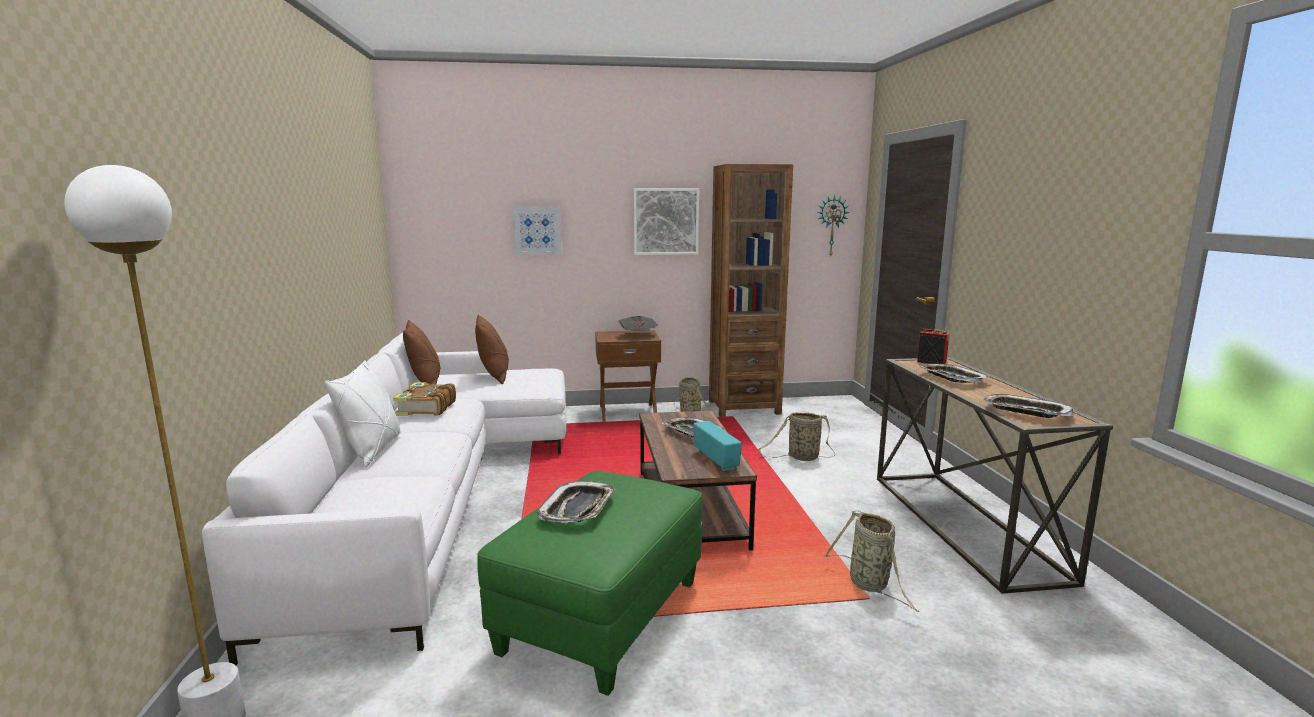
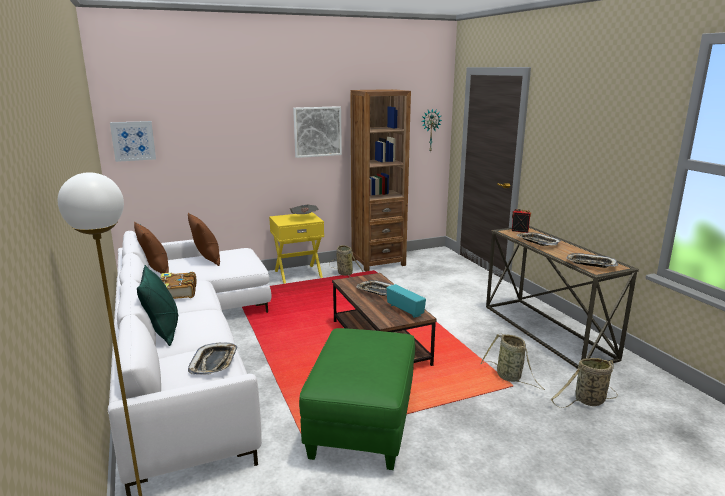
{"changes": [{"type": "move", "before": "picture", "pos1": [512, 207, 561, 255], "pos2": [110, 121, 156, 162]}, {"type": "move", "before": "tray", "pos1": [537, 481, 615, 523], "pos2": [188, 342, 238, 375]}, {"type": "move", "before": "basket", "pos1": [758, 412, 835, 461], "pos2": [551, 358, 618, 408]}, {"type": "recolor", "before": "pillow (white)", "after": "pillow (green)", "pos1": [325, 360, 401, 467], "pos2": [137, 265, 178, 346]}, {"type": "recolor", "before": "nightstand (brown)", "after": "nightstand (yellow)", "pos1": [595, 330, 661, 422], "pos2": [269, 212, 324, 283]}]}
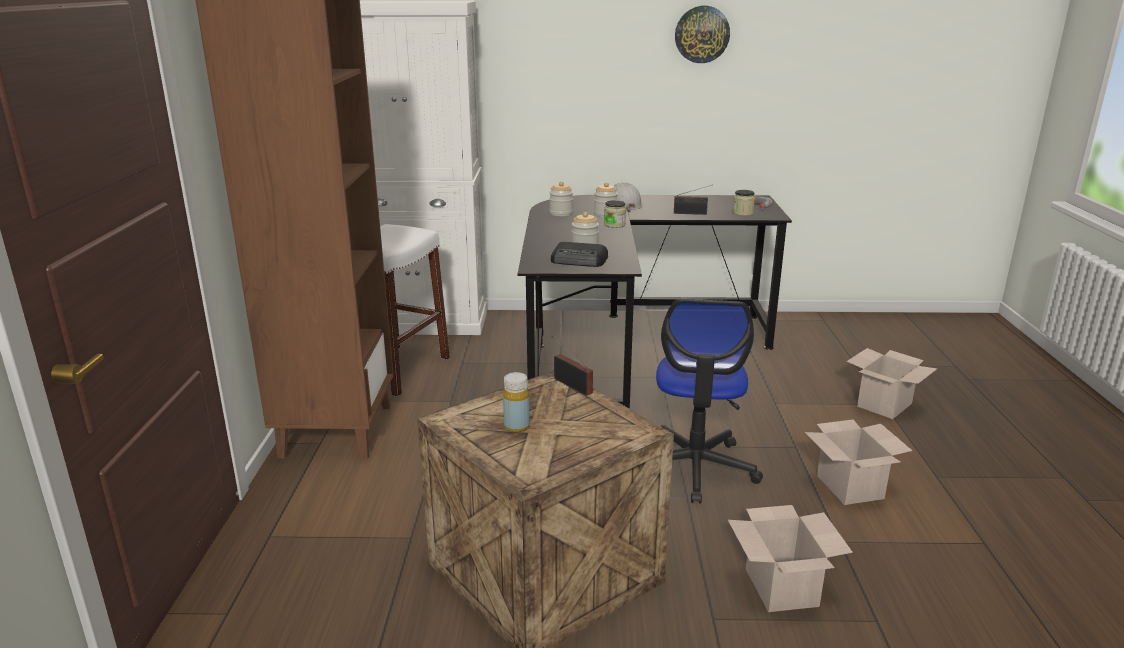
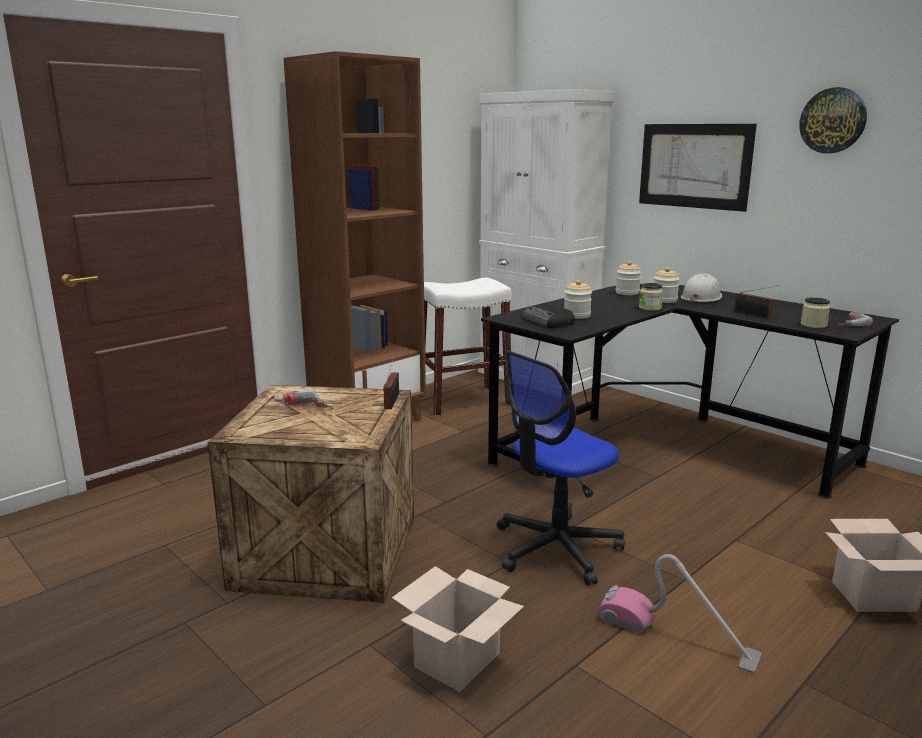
{"changes": [{"type": "insert", "after": "picture", "pos2": [639, 124, 757, 212]}, {"type": "replace", "before": "bottle (yellow)", "after": "power drill", "pos1": [503, 372, 530, 432], "pos2": [274, 390, 333, 409]}, {"type": "replace", "before": "cardboard box", "after": "vacuum cleaner", "pos1": [805, 419, 912, 505], "pos2": [599, 554, 762, 674]}]}
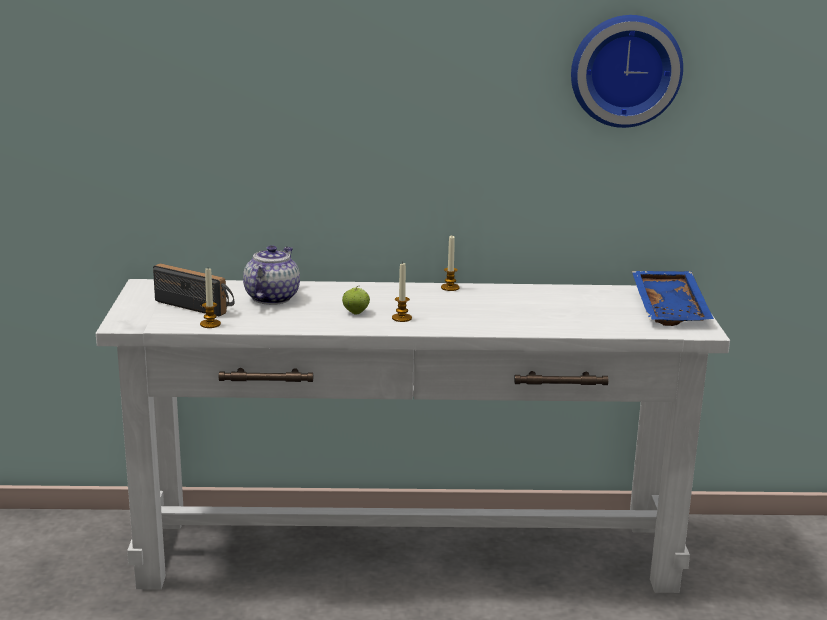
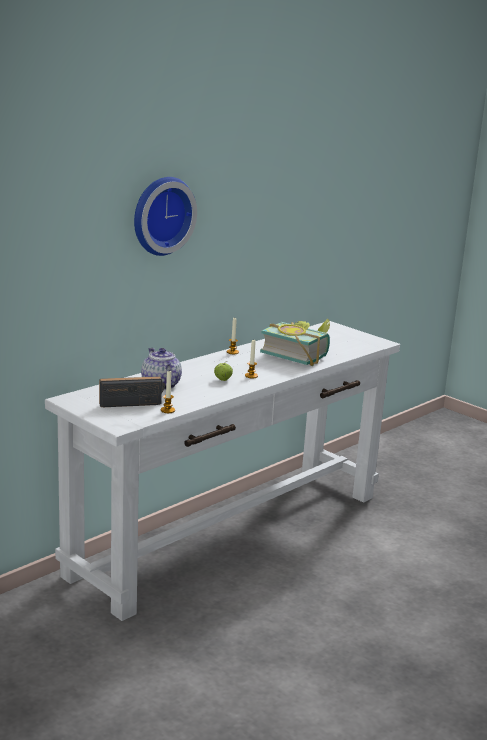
{"changes": [{"type": "delete", "before": "tray (blue)", "pos1": [632, 271, 714, 326]}, {"type": "insert", "after": "book", "pos2": [260, 319, 330, 366]}, {"type": "move", "before": "wall clock", "pos1": [571, 15, 683, 128], "pos2": [134, 177, 197, 256]}]}
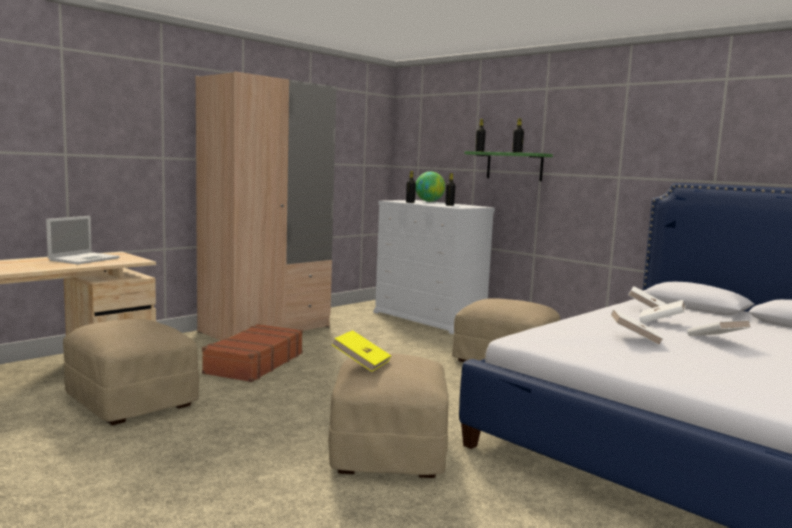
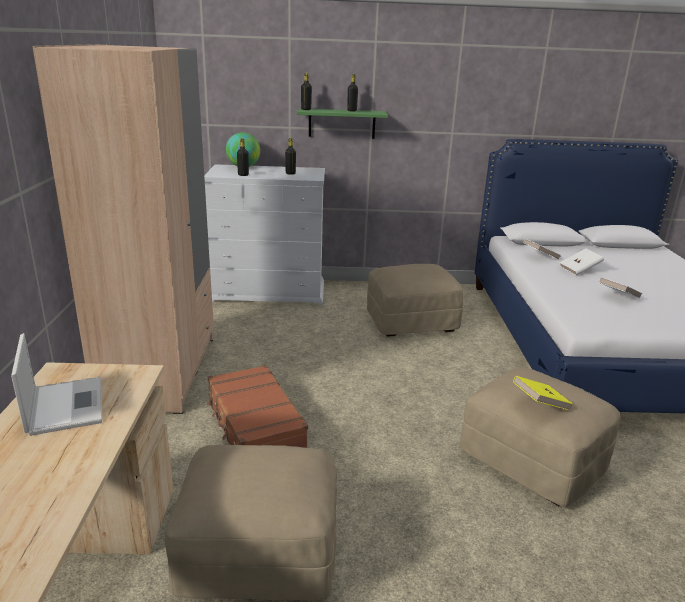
{"changes": [{"type": "delete", "before": "book (white)", "pos1": [687, 320, 751, 336]}]}
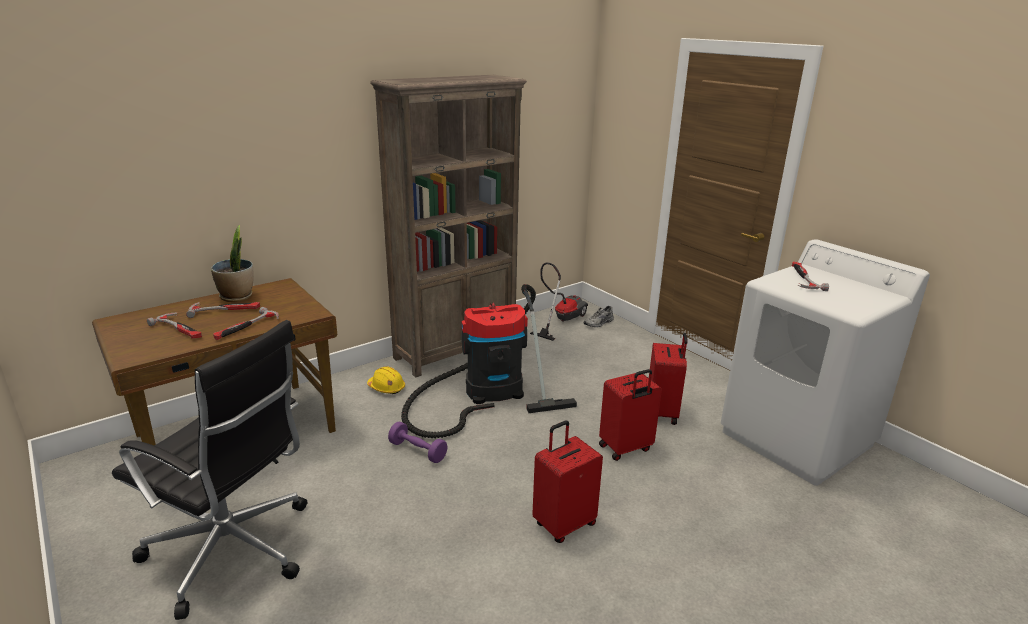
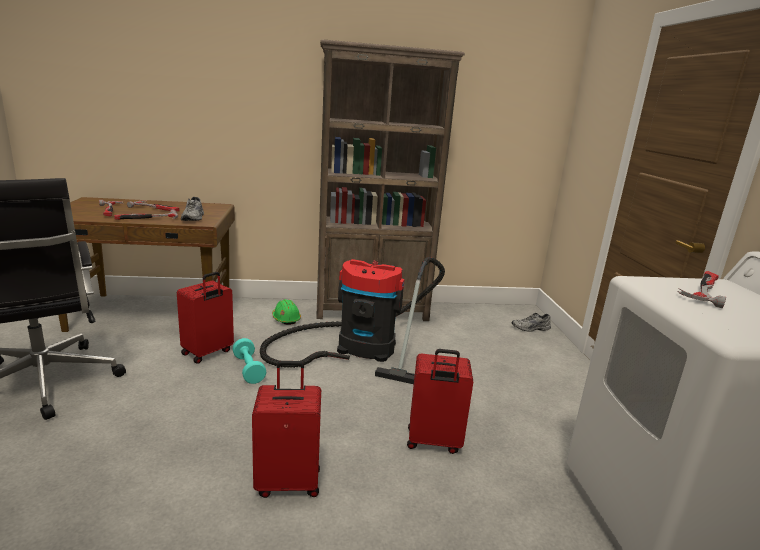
{"changes": [{"type": "delete", "before": "potted plant", "pos1": [211, 225, 254, 302]}, {"type": "delete", "before": "vacuum cleaner", "pos1": [530, 262, 588, 341]}, {"type": "insert", "after": "shoe (grey)", "pos2": [181, 197, 204, 221]}, {"type": "move", "before": "suitcase (red)", "pos1": [650, 333, 688, 425], "pos2": [177, 272, 234, 364]}, {"type": "recolor", "before": "hard hat (yellow)", "after": "hard hat (green)", "pos1": [367, 366, 405, 394], "pos2": [272, 299, 301, 325]}, {"type": "recolor", "before": "dumbbell (purple)", "after": "dumbbell (turquoise)", "pos1": [388, 421, 447, 463], "pos2": [232, 338, 266, 384]}]}
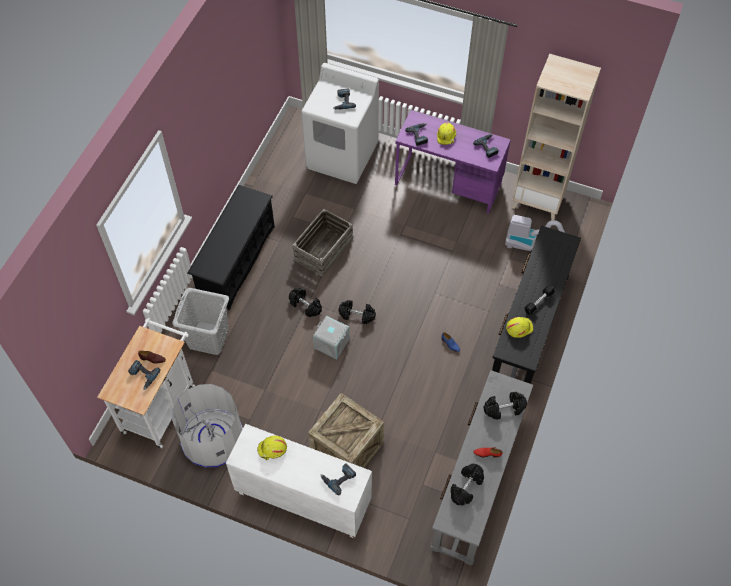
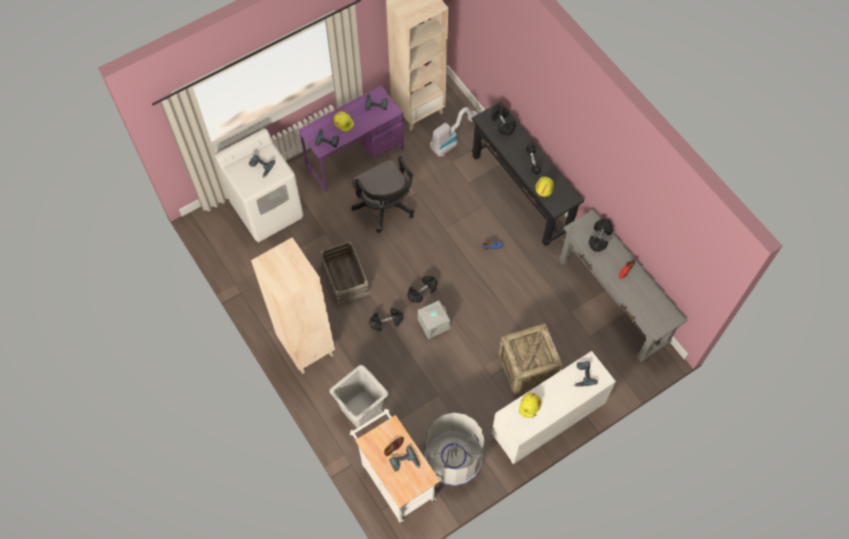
{"changes": [{"type": "insert", "after": "office chair (black)", "pos2": [351, 156, 414, 233]}, {"type": "move", "before": "dumbbell (black)", "pos1": [451, 464, 484, 506], "pos2": [491, 105, 516, 136]}, {"type": "replace", "before": "shoe rack (black)", "after": "bookcase (beige)", "pos1": [187, 185, 275, 310], "pos2": [251, 237, 335, 374]}]}
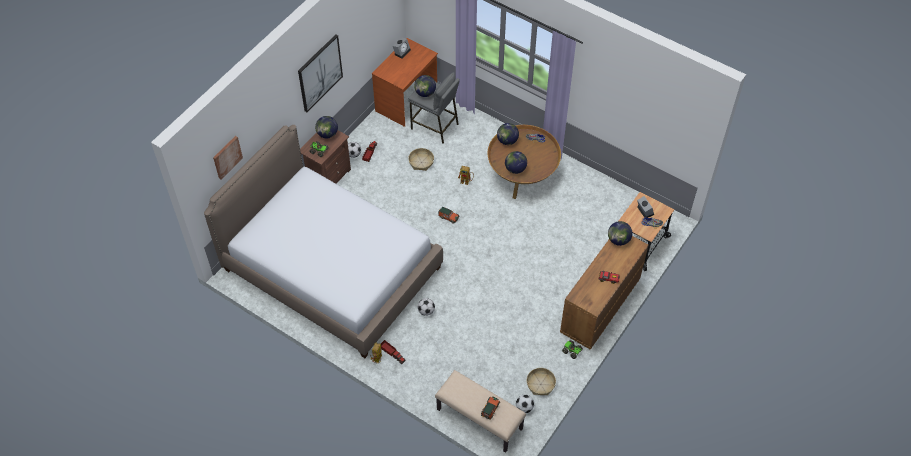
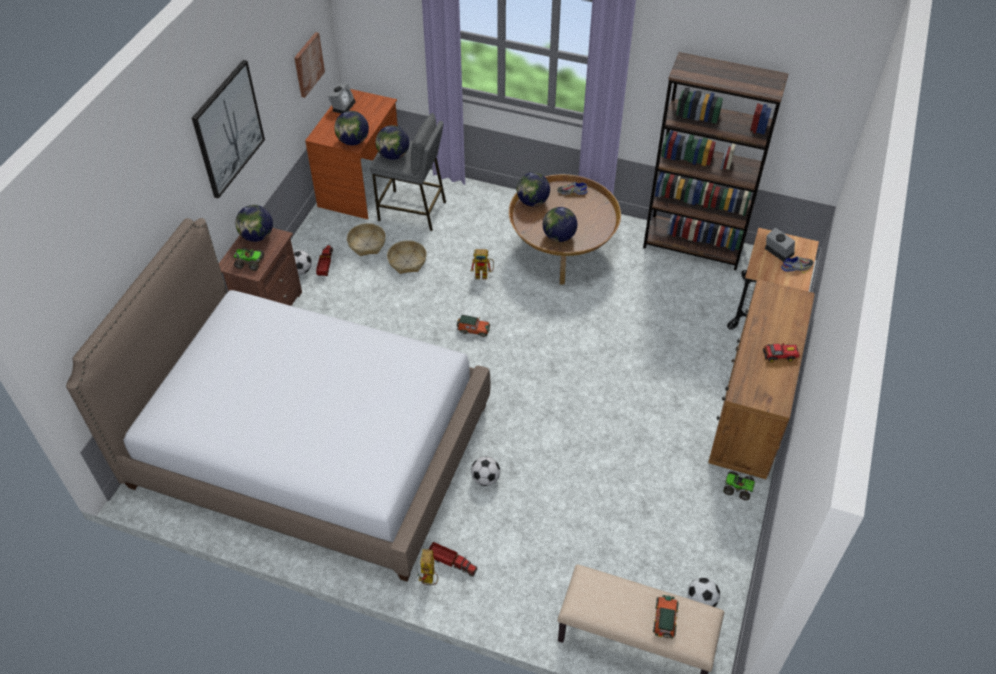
{"changes": [{"type": "insert", "after": "bookcase (brown)", "pos2": [643, 52, 788, 270]}, {"type": "move", "before": "picture", "pos1": [213, 136, 243, 179], "pos2": [294, 32, 325, 98]}, {"type": "move", "before": "basket", "pos1": [526, 368, 556, 395], "pos2": [347, 223, 386, 256]}, {"type": "move", "before": "globe", "pos1": [608, 221, 633, 246], "pos2": [334, 111, 369, 145]}]}
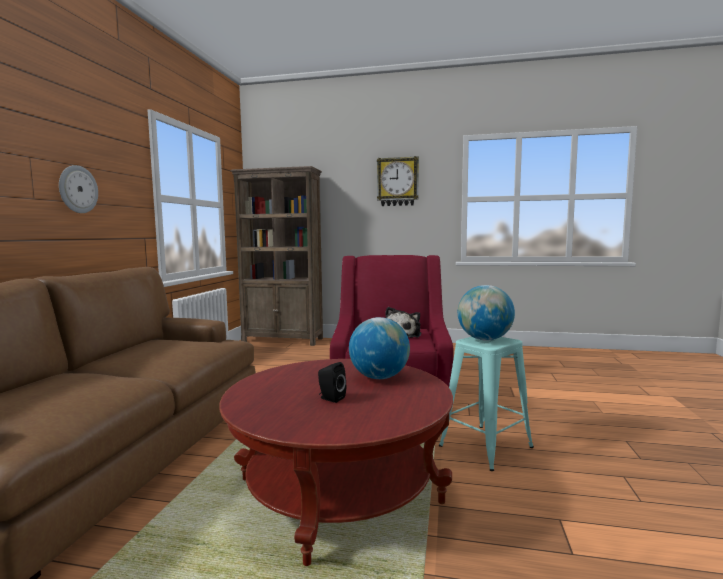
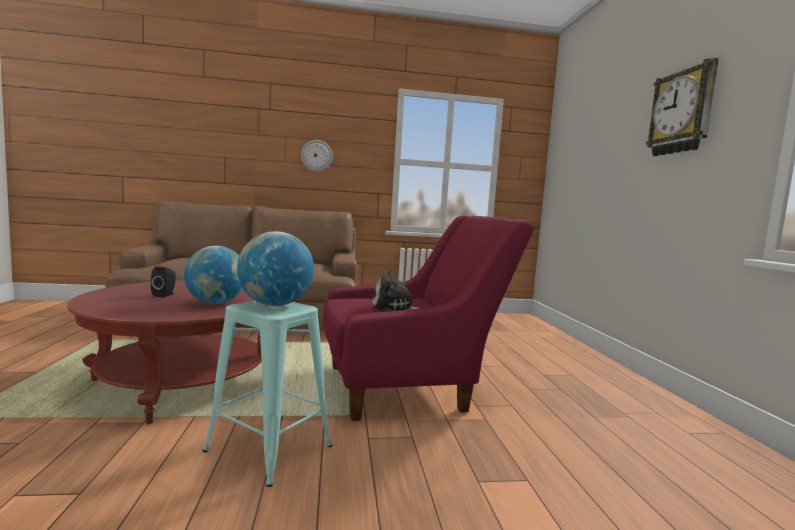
{"changes": [{"type": "delete", "before": "bookcase (brown)", "pos1": [230, 166, 323, 346]}]}
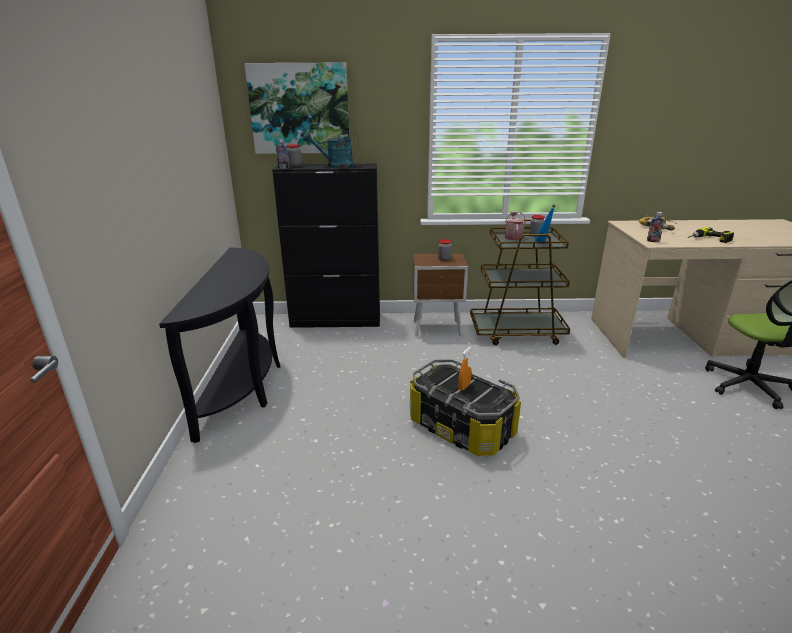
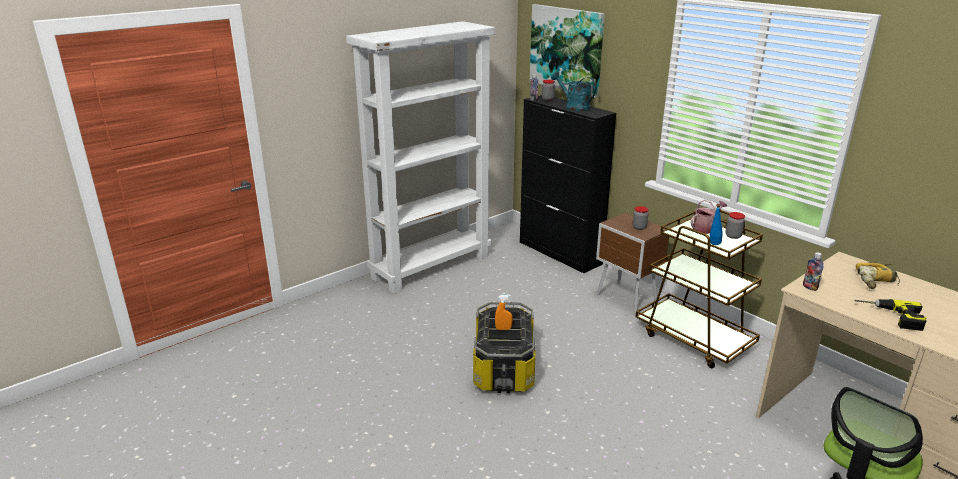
{"changes": [{"type": "replace", "before": "console table (black)", "after": "bookcase (white)", "pos1": [159, 248, 280, 443], "pos2": [346, 21, 496, 294]}]}
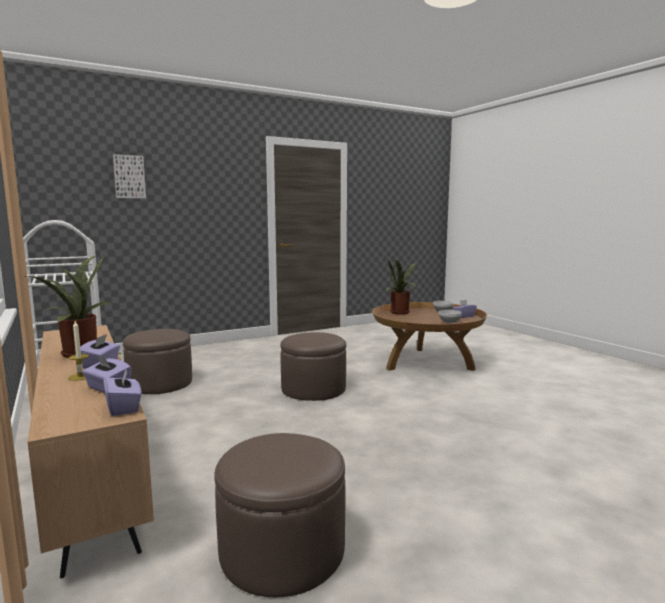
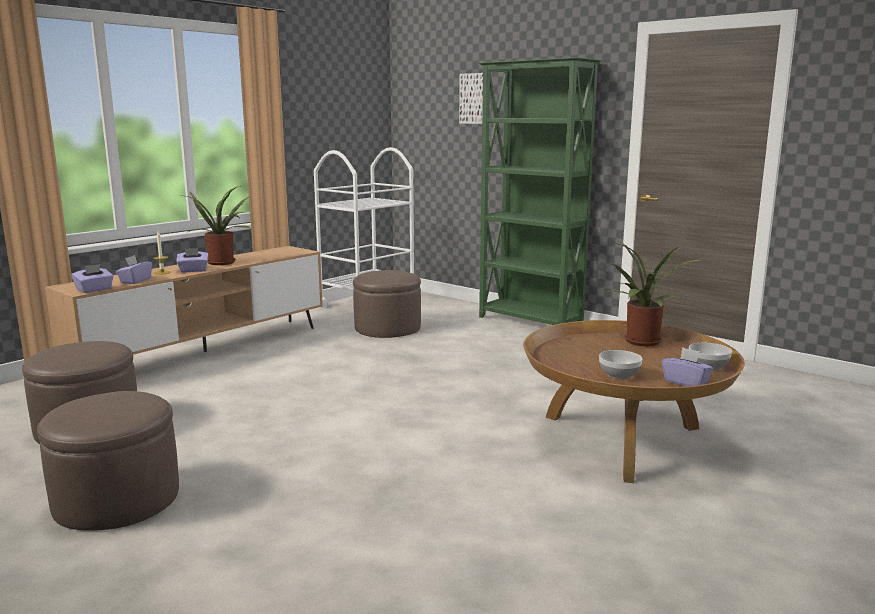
{"changes": [{"type": "insert", "after": "bookcase (green)", "pos2": [478, 57, 602, 325]}, {"type": "move", "before": "ottoman (brown)", "pos1": [280, 332, 346, 401], "pos2": [37, 391, 179, 531]}]}
